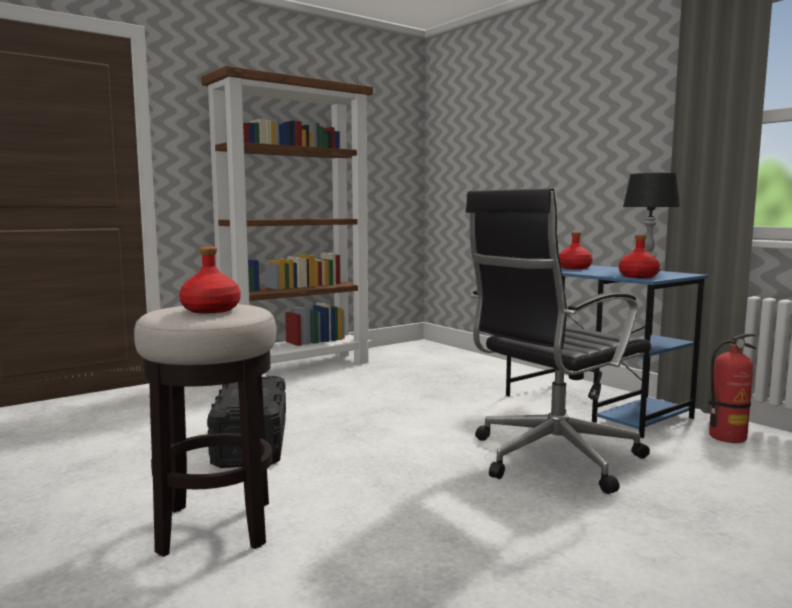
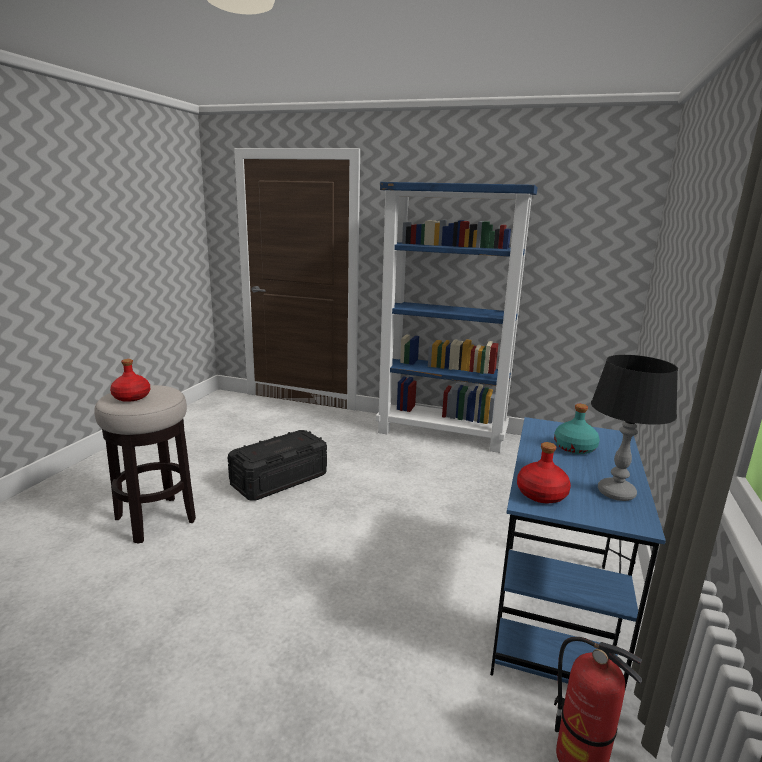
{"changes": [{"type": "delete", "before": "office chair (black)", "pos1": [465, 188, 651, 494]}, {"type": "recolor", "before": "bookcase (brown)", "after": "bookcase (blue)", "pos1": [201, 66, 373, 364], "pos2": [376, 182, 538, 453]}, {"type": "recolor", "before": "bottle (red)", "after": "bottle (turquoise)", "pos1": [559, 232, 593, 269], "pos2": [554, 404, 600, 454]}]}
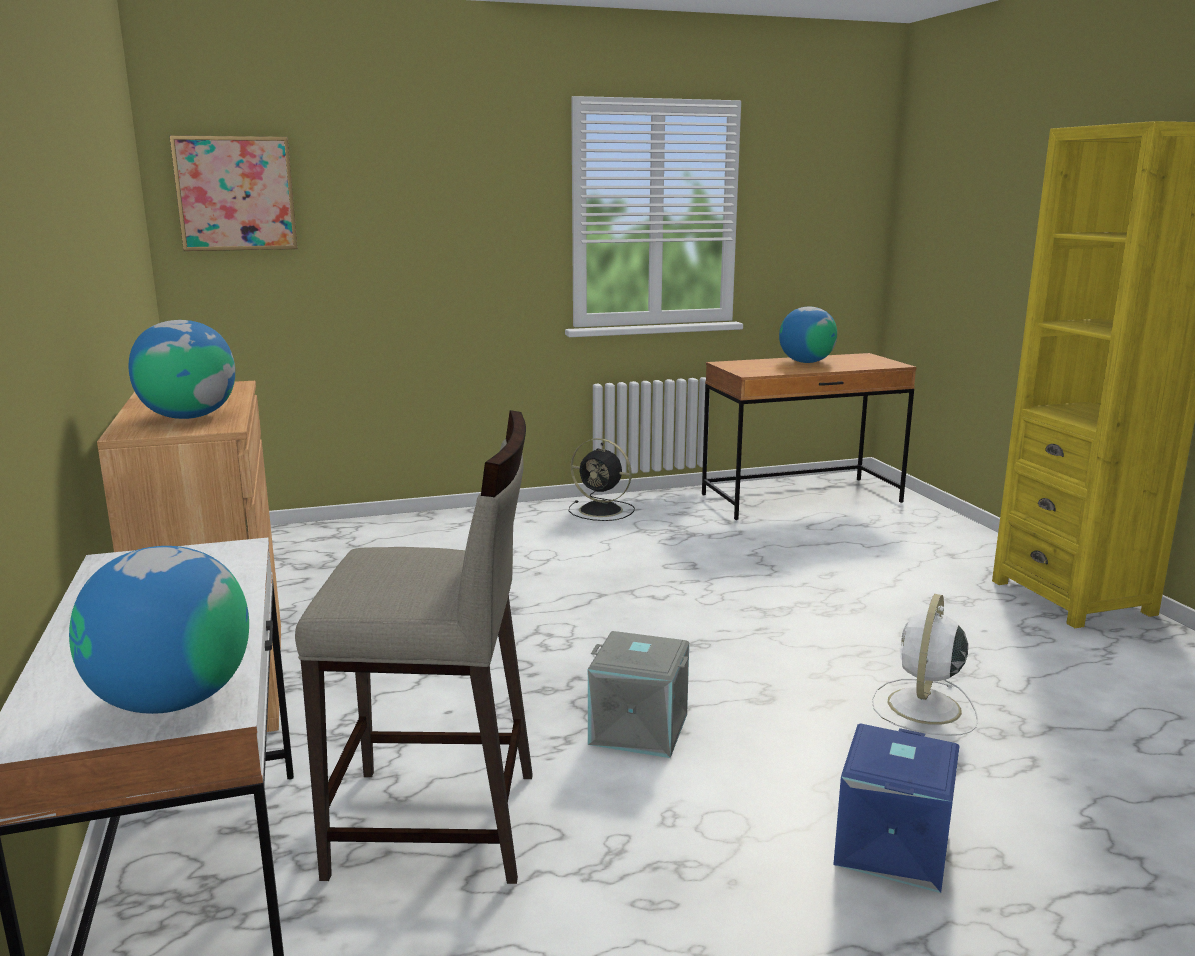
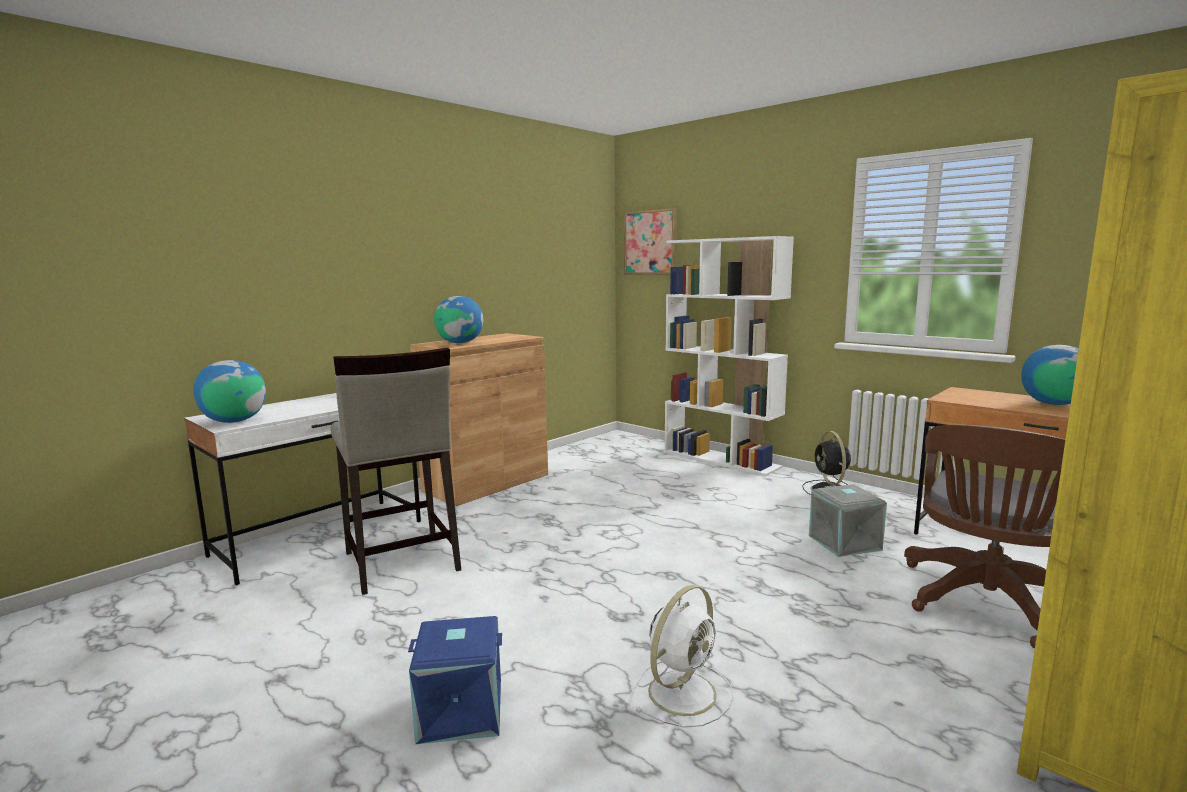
{"changes": [{"type": "insert", "after": "bookcase (white)", "pos2": [665, 236, 794, 476]}, {"type": "insert", "after": "office chair (brown)", "pos2": [904, 425, 1065, 649]}, {"type": "move", "before": "storage box (grey)", "pos1": [588, 631, 689, 758], "pos2": [809, 484, 887, 557]}, {"type": "rotate", "before": "fan (white)", "pos1": [872, 594, 978, 736], "pos2": [635, 585, 734, 727], "turn": 135}]}
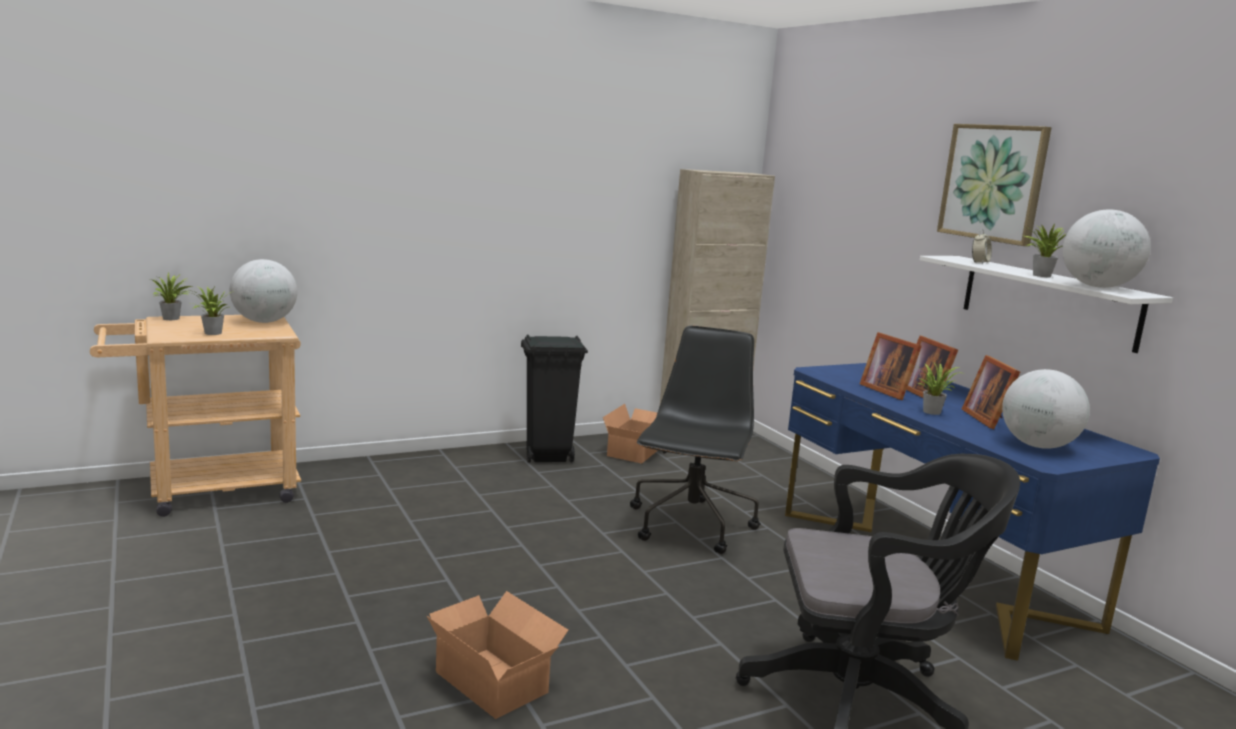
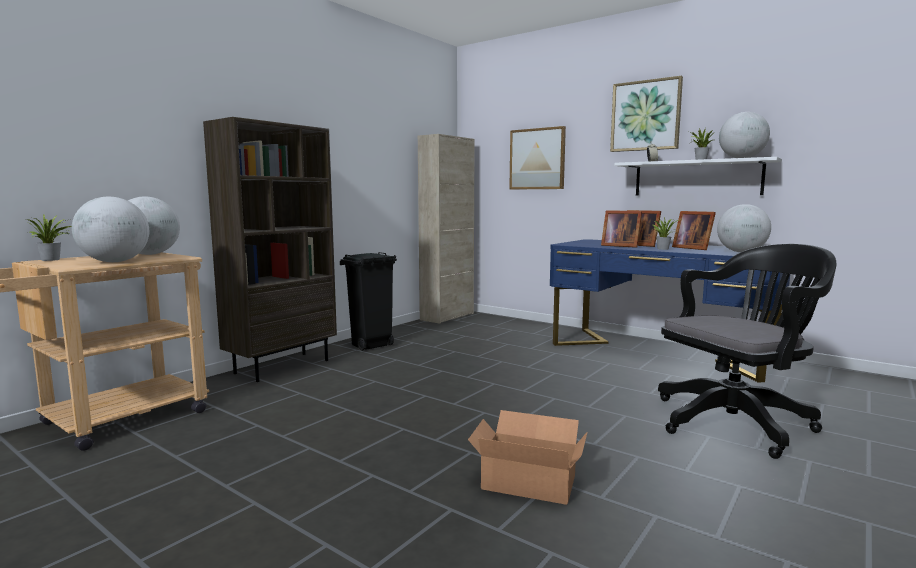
{"changes": [{"type": "delete", "before": "cardboard box", "pos1": [603, 404, 658, 464]}, {"type": "delete", "before": "office chair (black)", "pos1": [630, 326, 761, 554]}, {"type": "insert", "after": "bookcase (brown)", "pos2": [203, 117, 337, 382]}, {"type": "insert", "after": "picture", "pos2": [509, 126, 566, 190]}, {"type": "replace", "before": "potted plant", "after": "globe", "pos1": [187, 286, 231, 335], "pos2": [72, 197, 149, 262]}]}
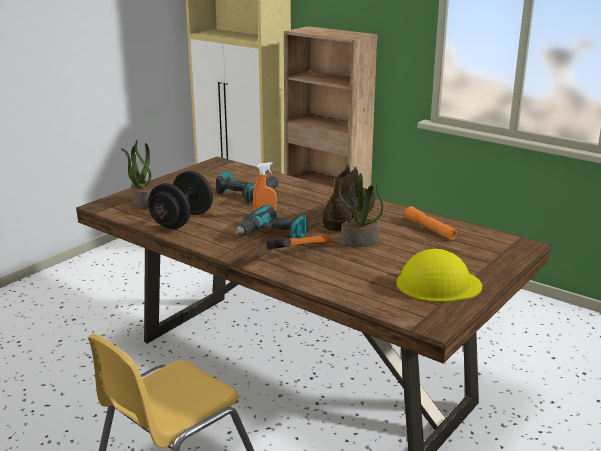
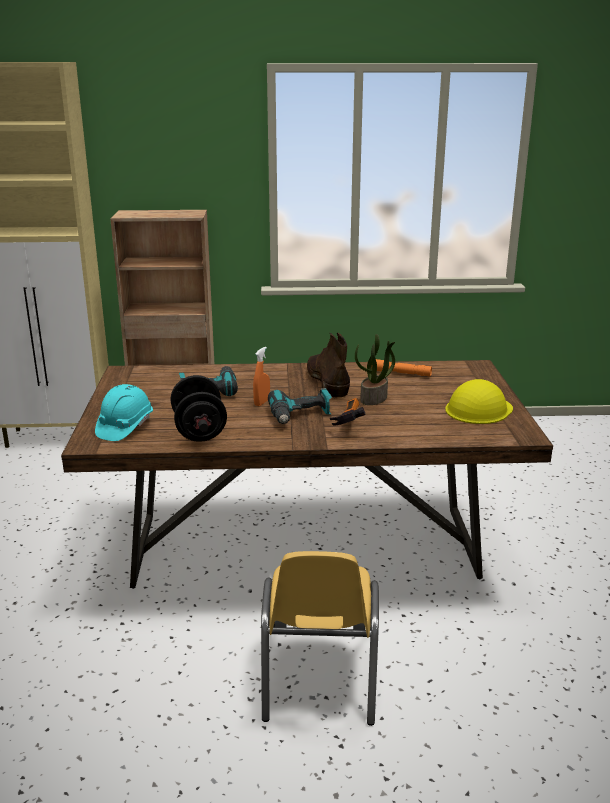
{"changes": [{"type": "replace", "before": "potted plant", "after": "hard hat (turquoise)", "pos1": [121, 140, 155, 208], "pos2": [95, 384, 153, 441]}]}
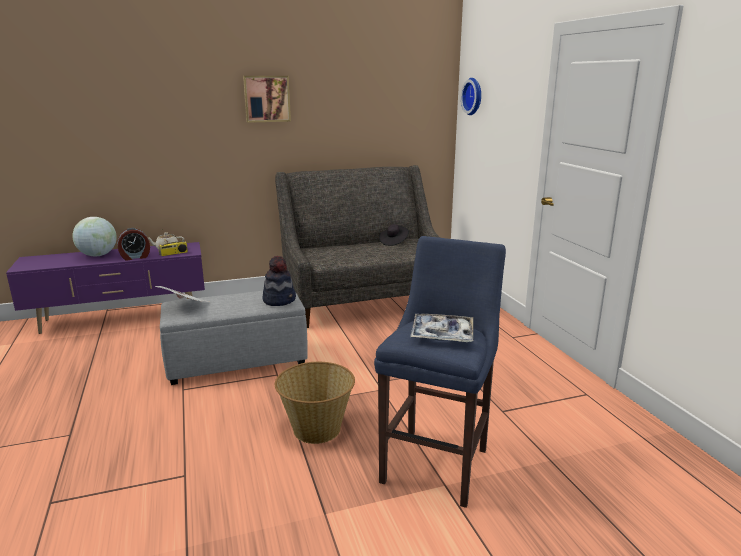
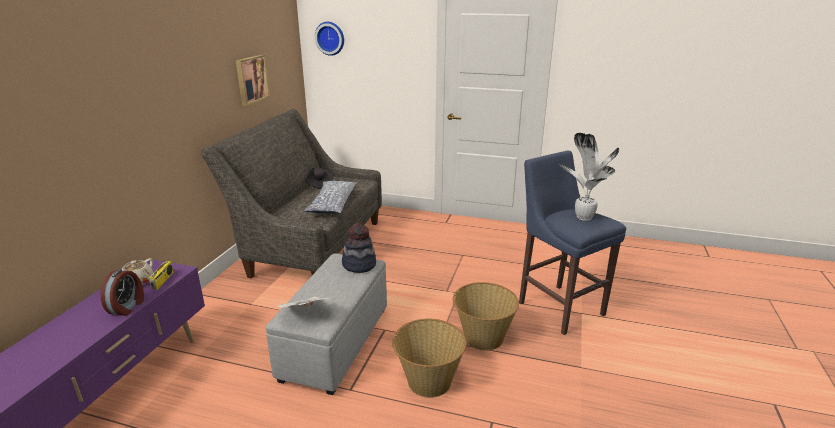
{"changes": [{"type": "delete", "before": "globe", "pos1": [72, 217, 117, 257]}, {"type": "insert", "after": "pillow", "pos2": [304, 181, 357, 214]}, {"type": "insert", "after": "basket", "pos2": [392, 319, 466, 398]}, {"type": "move", "before": "picture", "pos1": [243, 76, 291, 123], "pos2": [236, 55, 270, 106]}, {"type": "replace", "before": "tray", "after": "potted plant", "pos1": [410, 314, 473, 342], "pos2": [559, 133, 619, 221]}]}
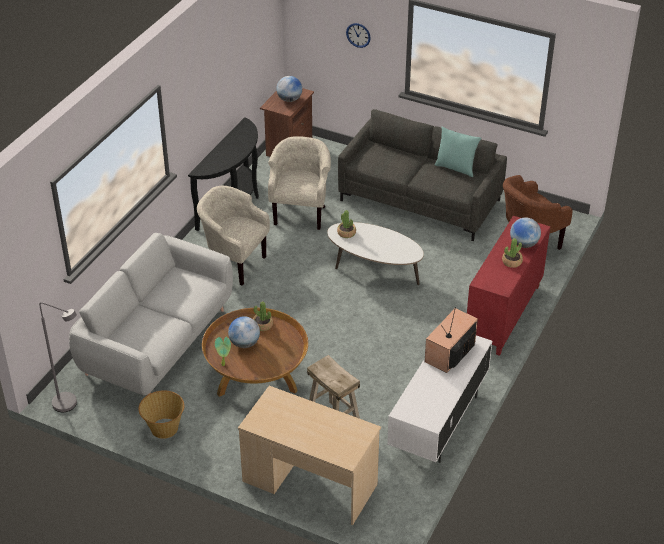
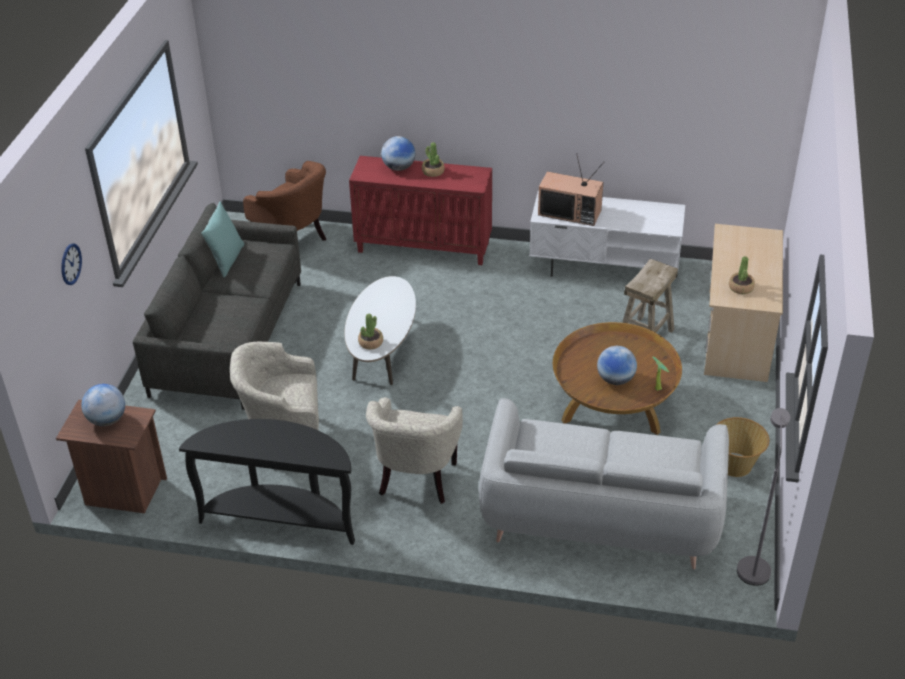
{"changes": [{"type": "move", "before": "potted plant", "pos1": [253, 302, 273, 331], "pos2": [729, 256, 755, 294]}]}
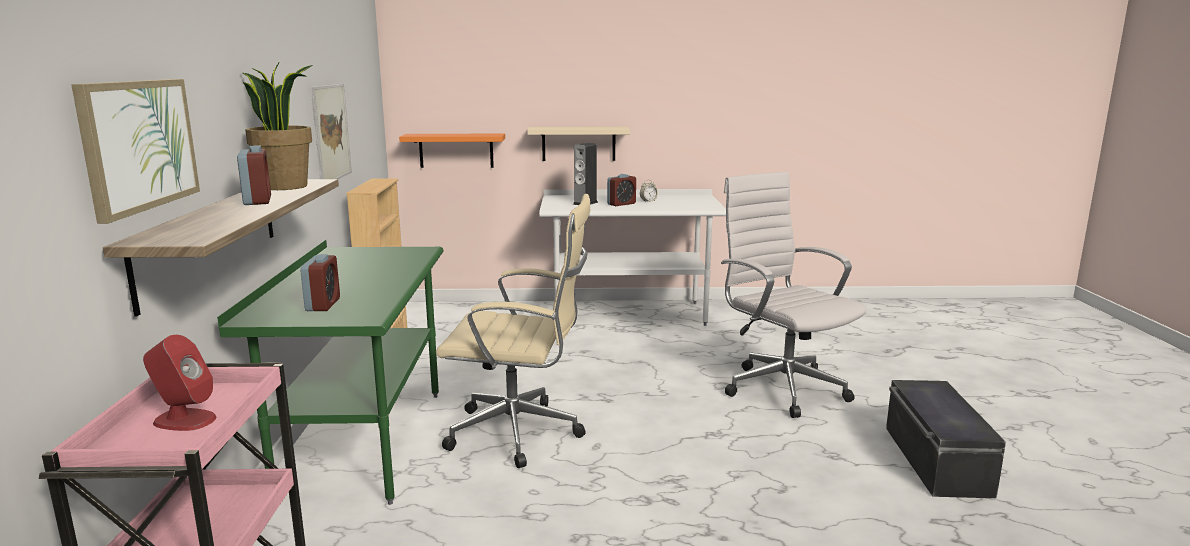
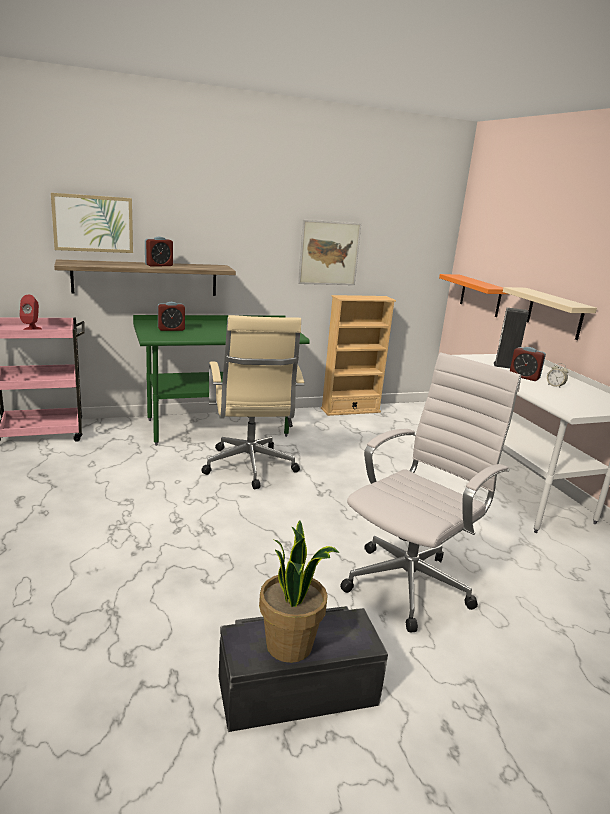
{"changes": [{"type": "move", "before": "potted plant", "pos1": [243, 63, 313, 190], "pos2": [259, 520, 339, 663]}]}
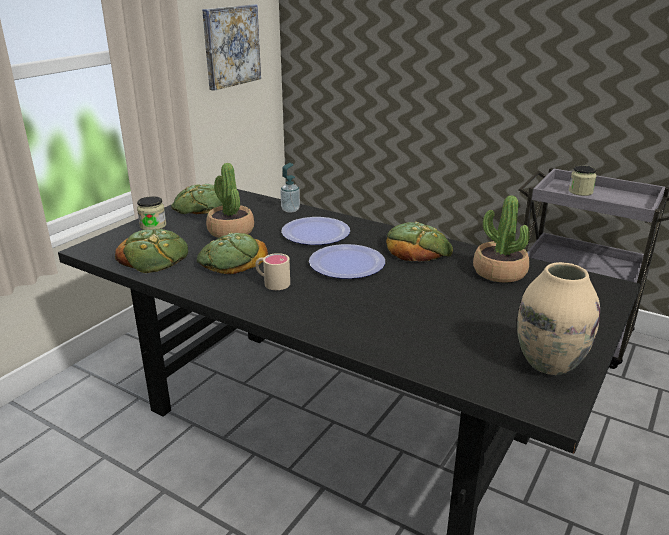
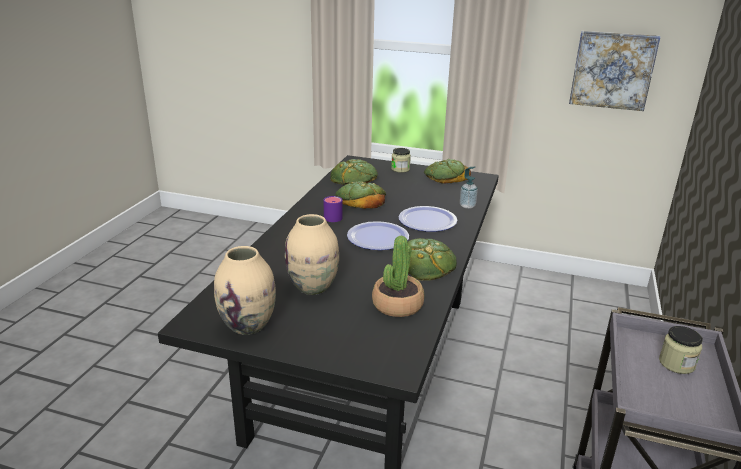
{"changes": [{"type": "delete", "before": "potted plant", "pos1": [206, 163, 254, 238]}, {"type": "insert", "after": "vase (beige)", "pos2": [285, 214, 339, 295]}, {"type": "recolor", "before": "mug (beige)", "after": "mug (purple)", "pos1": [255, 253, 290, 290], "pos2": [324, 196, 342, 222]}]}
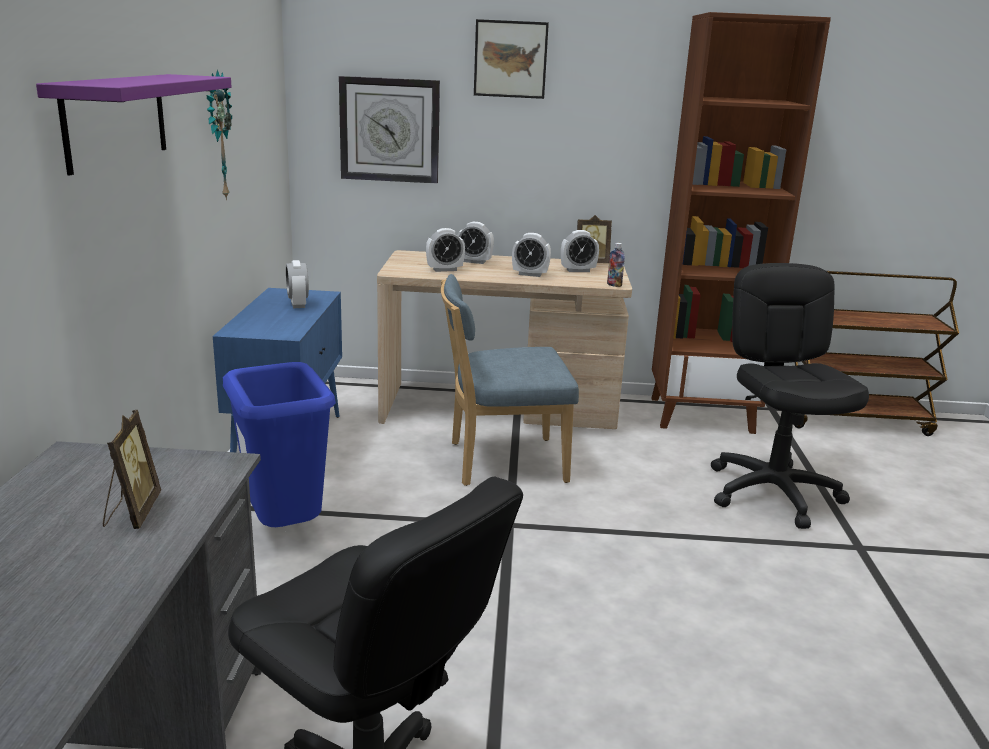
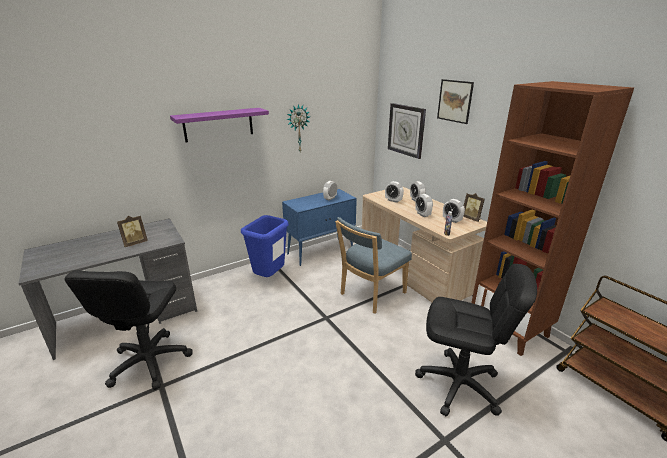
{"changes": [{"type": "rotate", "before": "chair (blue)", "pos1": [441, 274, 579, 486], "pos2": [335, 217, 412, 314], "turn": -90}, {"type": "rotate", "before": "office chair (black)", "pos1": [711, 263, 869, 529], "pos2": [415, 264, 537, 416], "turn": 60}]}
